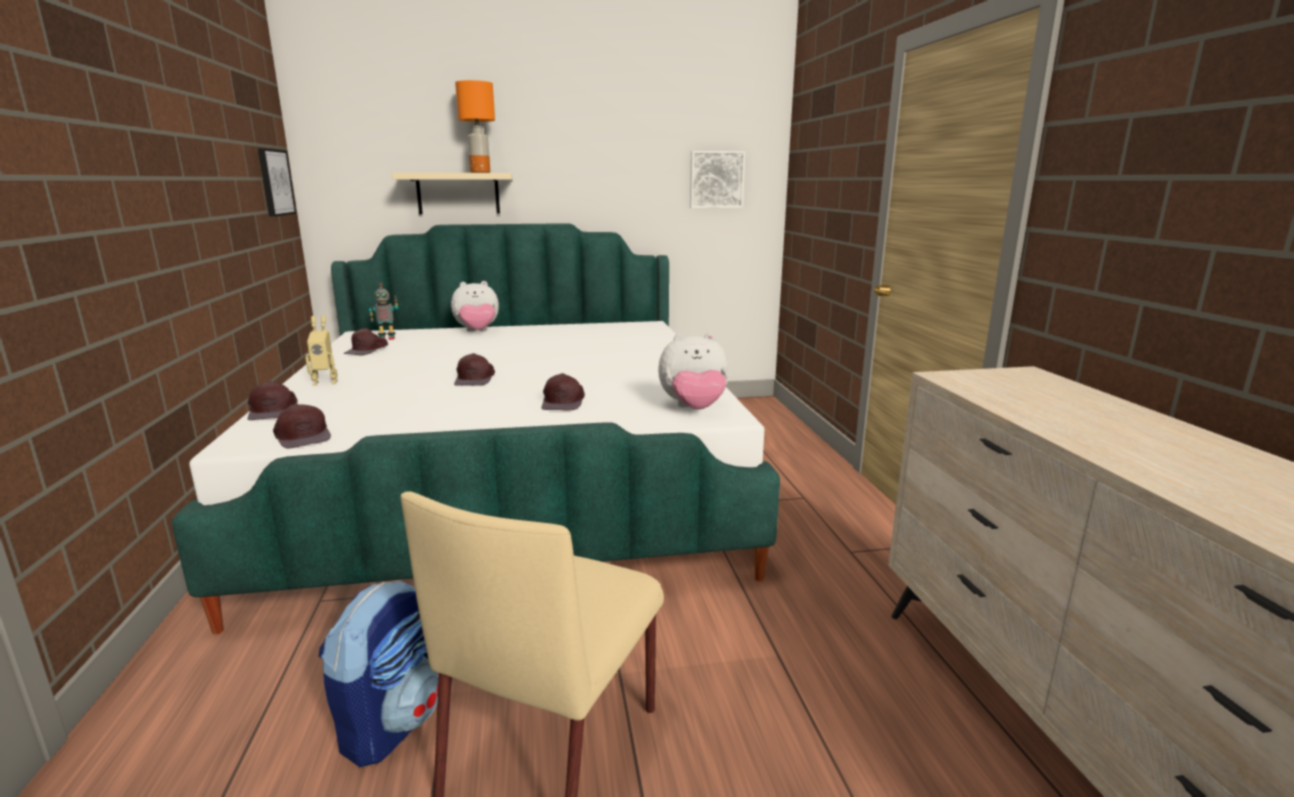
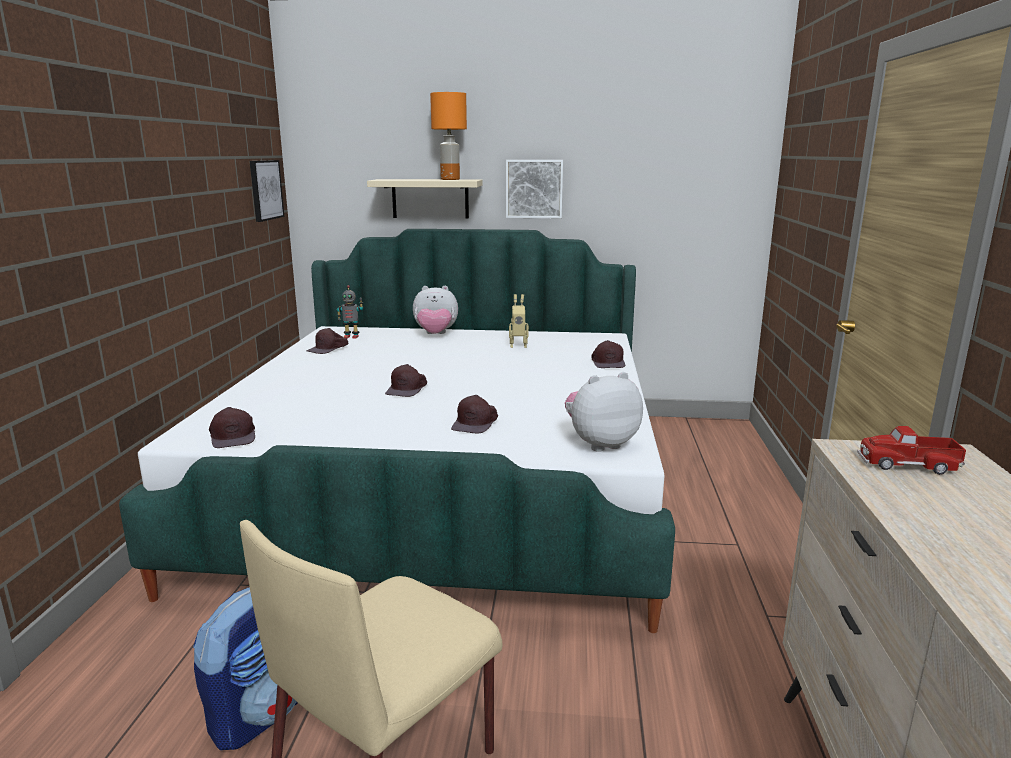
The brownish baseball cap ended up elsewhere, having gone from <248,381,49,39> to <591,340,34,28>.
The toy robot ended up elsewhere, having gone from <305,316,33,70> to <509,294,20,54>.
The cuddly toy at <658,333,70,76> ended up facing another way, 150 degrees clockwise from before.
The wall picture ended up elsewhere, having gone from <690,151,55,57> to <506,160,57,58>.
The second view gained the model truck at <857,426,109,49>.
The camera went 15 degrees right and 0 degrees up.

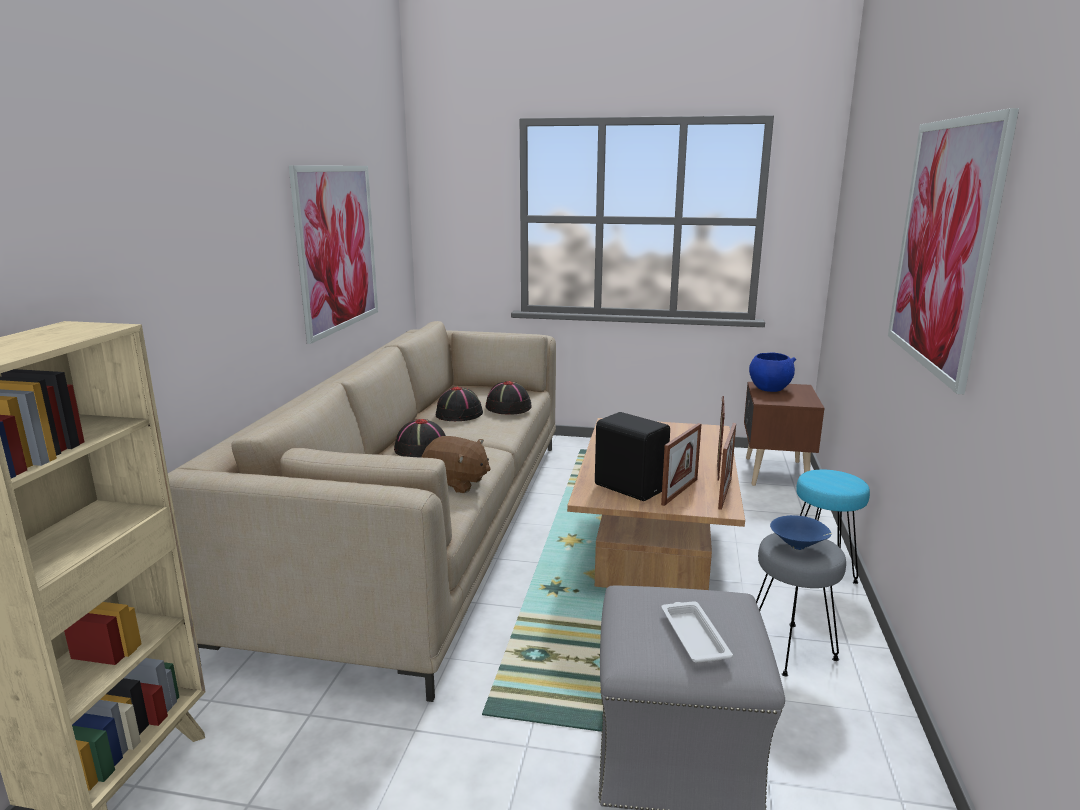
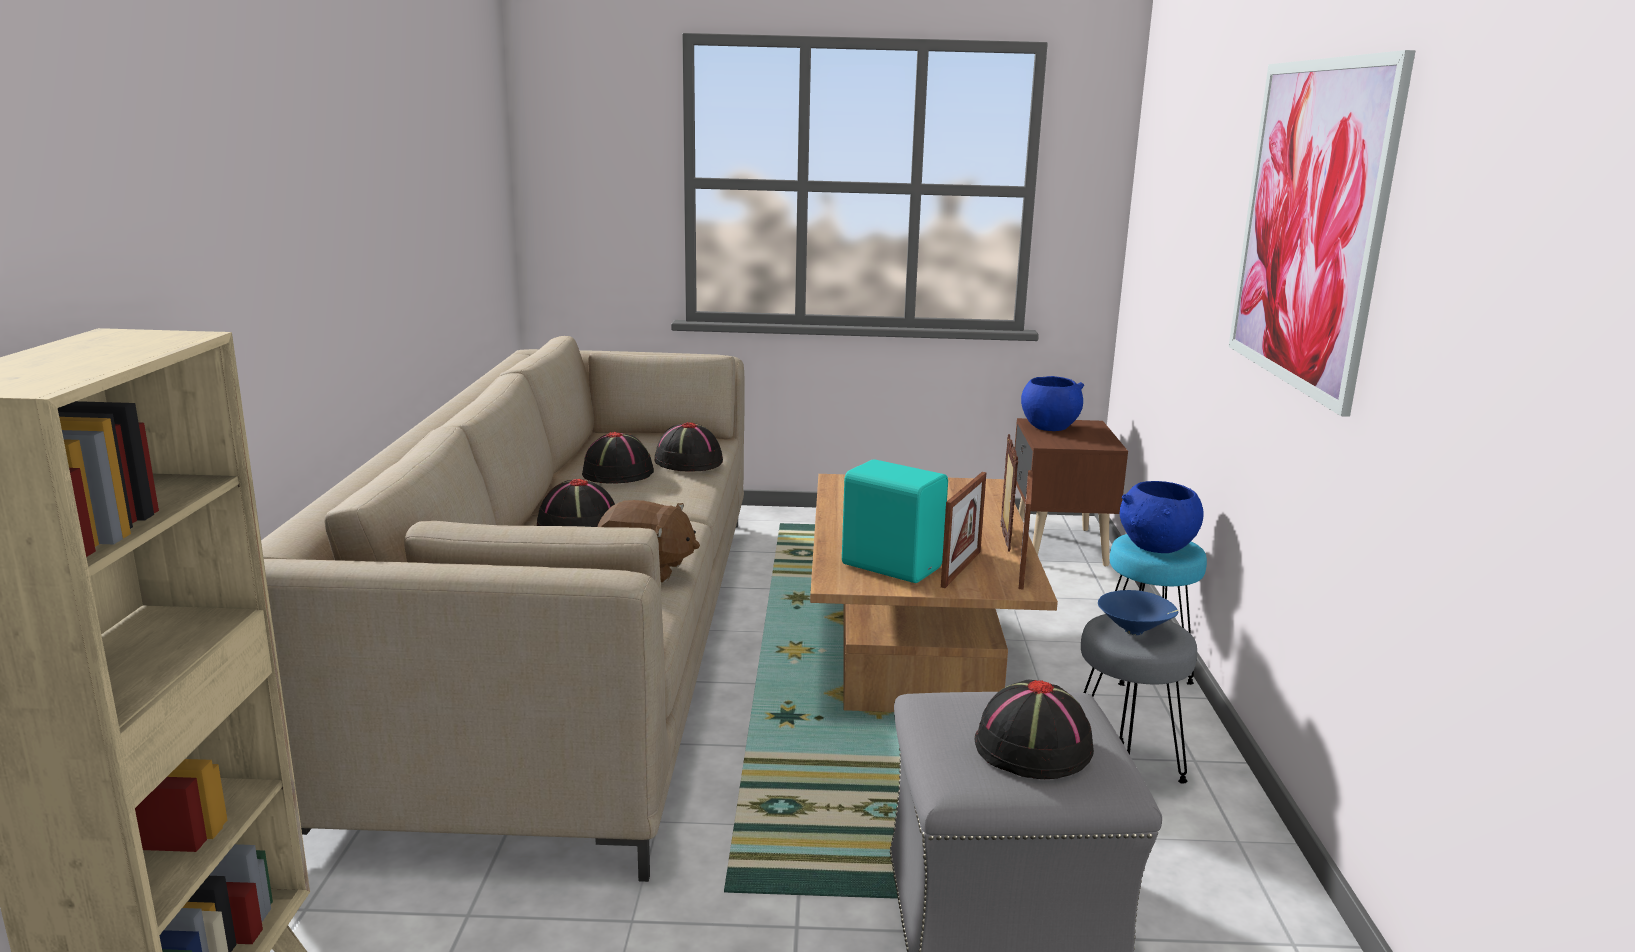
The second view lost the wall picture at <289,165,89,179>.
What was the black loudspeaker at <595,412,75,89> turned into the turquoise-coloured loudspeaker at <842,459,106,124>.
Where the white carrying tray stood at <661,601,72,62>, the black wearable hat came to stand at <975,680,119,99>.
The second view gained the bluish bowl at <1120,481,84,72>.
The camera went 10 degrees left and 0 degrees up.

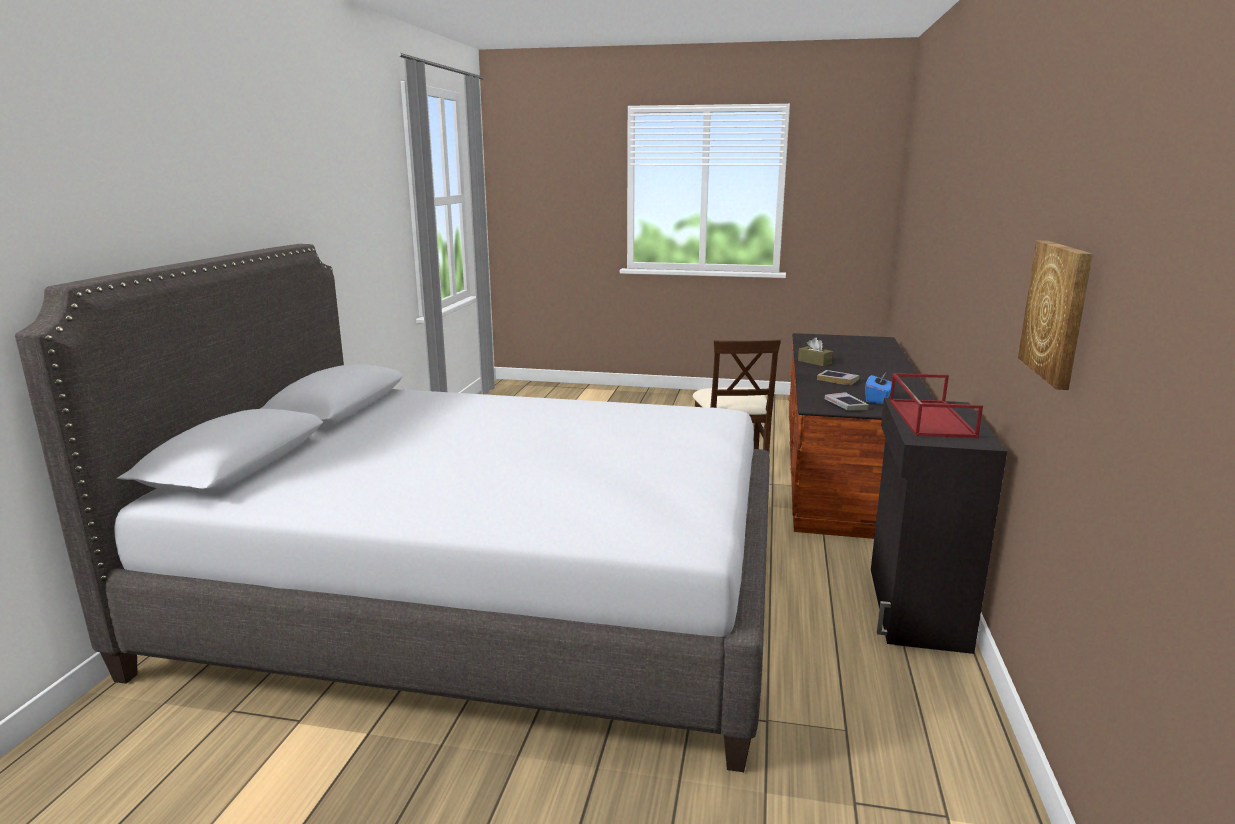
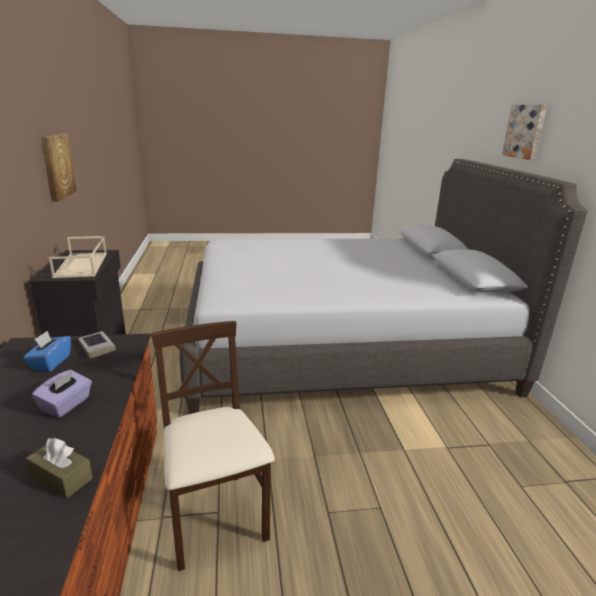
Where the book stood at <817,370,42,15>, the purple-coloured tissue box came to stand at <32,370,60,48>.
What was the reddish carrying tray at <890,373,93,65> turned into the sand-coloured carrying tray at <49,236,58,42>.
The second view gained the wall picture at <502,104,45,56>.
The camera went 160 degrees right and 5 degrees up.

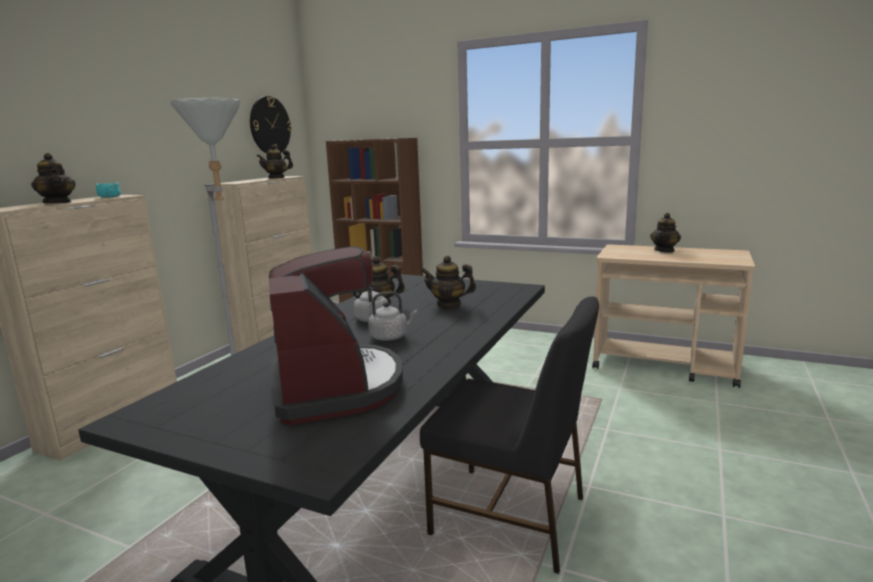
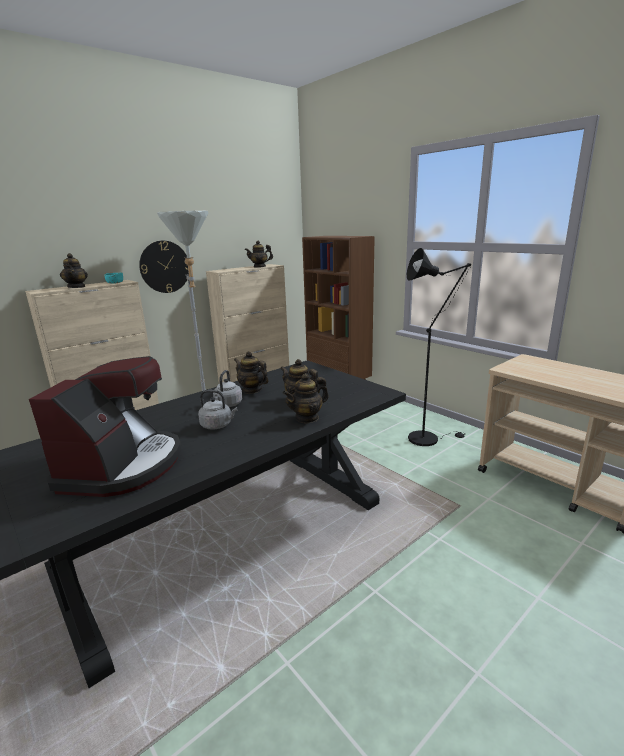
The hanging clock ended up elsewhere, having gone from <250,96,42,58> to <139,241,50,52>.
The second view lost the black plain chair at <420,296,179,278>.
The teapot ended up elsewhere, having gone from <650,213,31,40> to <283,373,46,51>.
The second view gained the black floor lamp at <406,248,65,198>.
The camera went 25 degrees right and 5 degrees up.

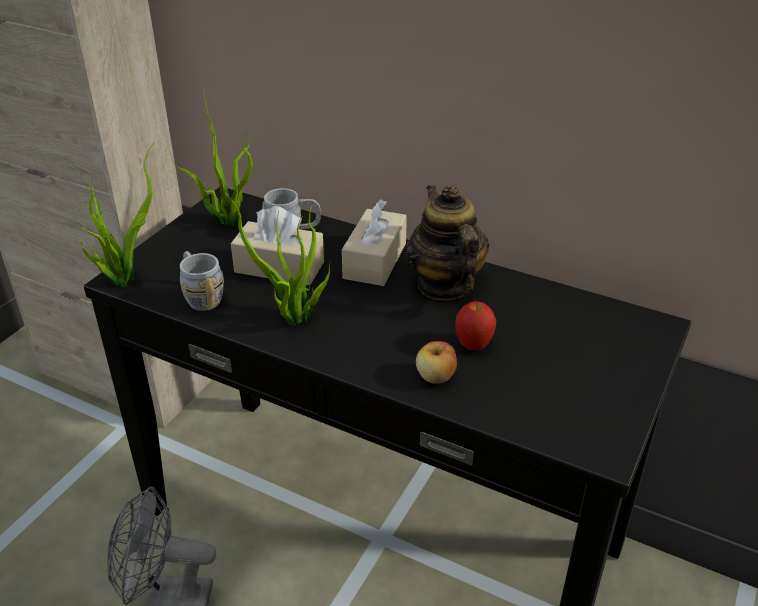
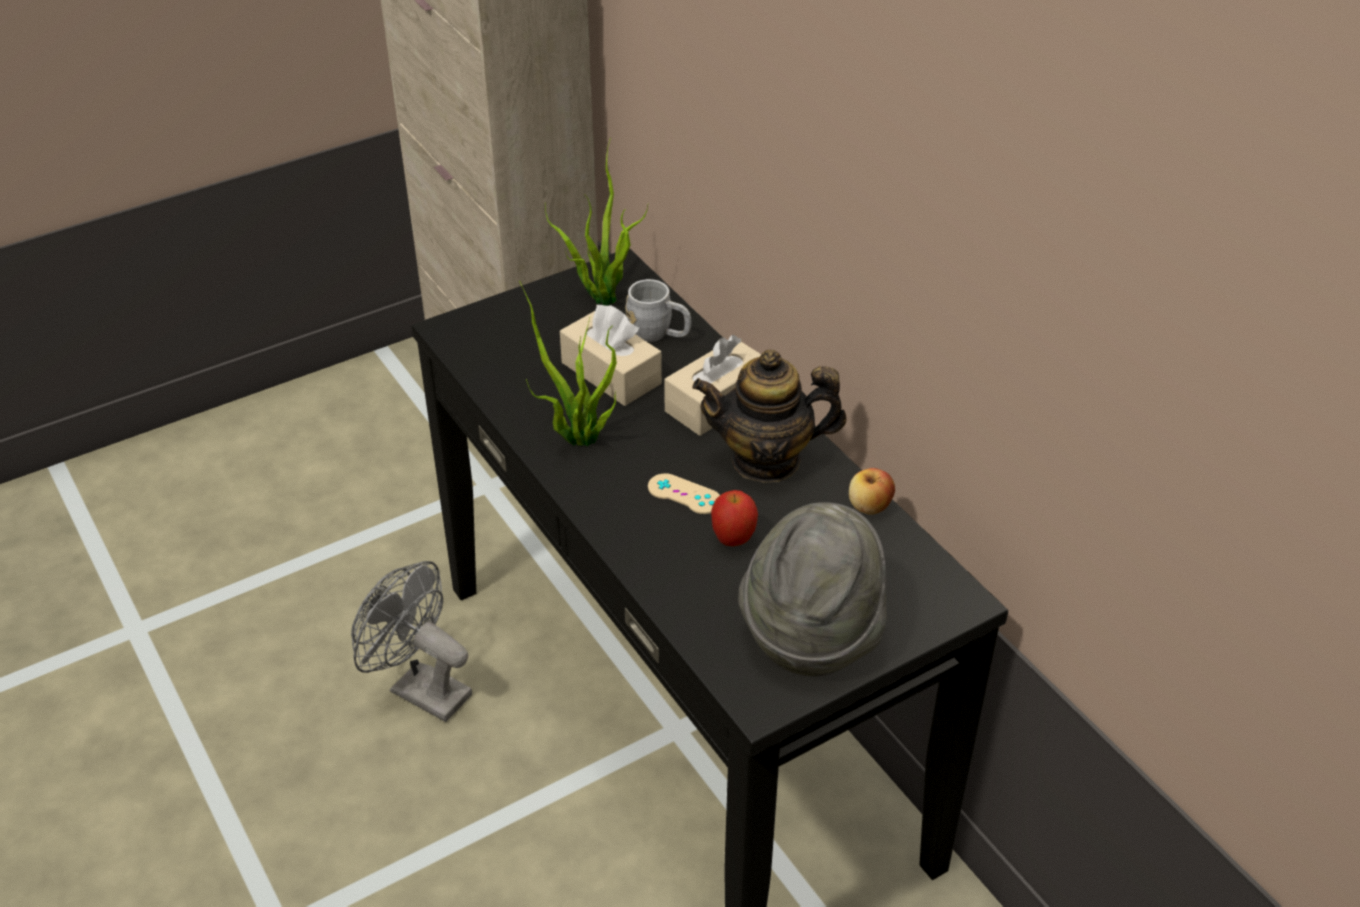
The second view lost the houseplant at <77,142,78,145>.
The second view lost the gray coffee mug at <180,251,44,60>.
The teapot at <406,184,83,117> ended up facing another way, 105 degrees counterclockwise from before.
The apple ended up elsewhere, having gone from <416,341,41,43> to <849,468,46,47>.
The second view gained the sand-coloured gamepad at <648,473,72,41>.
The second view gained the gray wearable hat at <738,502,149,174>.
The camera went 30 degrees right and 5 degrees up.

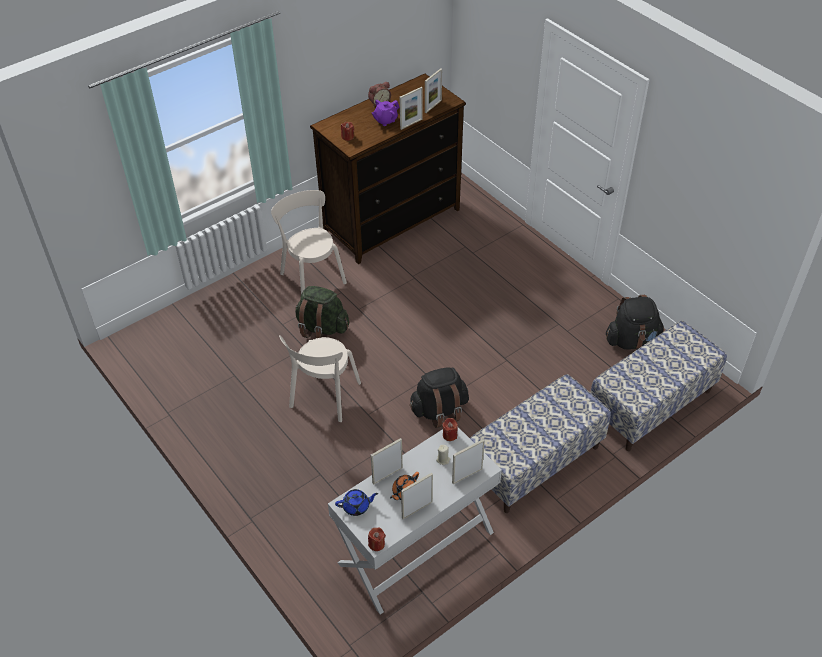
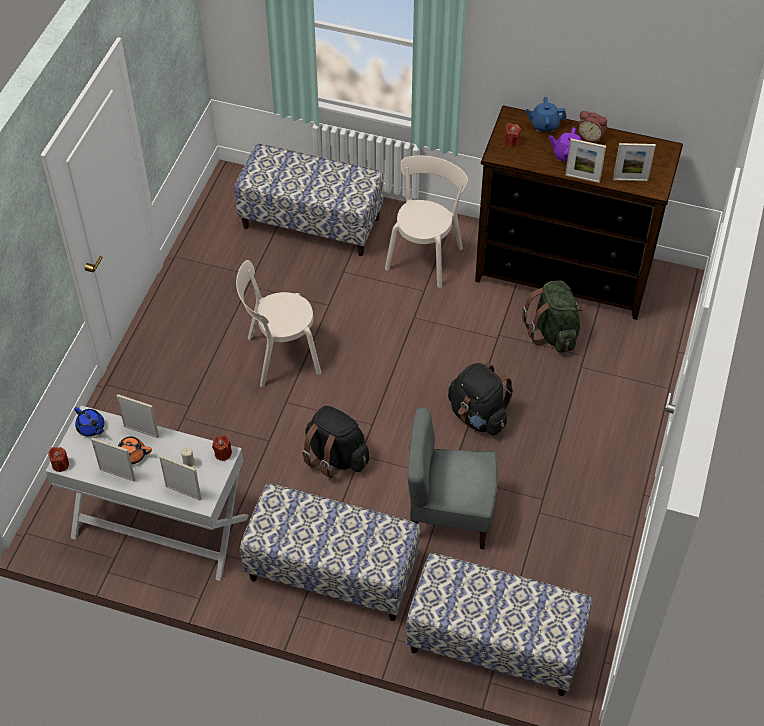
The green rucksack ended up elsewhere, having gone from <295,286,54,52> to <522,280,61,73>.
The black rucksack ended up elsewhere, having gone from <606,295,58,55> to <448,363,66,73>.
The second view gained the indoor bench at <234,144,150,112>.
The second view gained the gray plain chair at <408,407,90,142>.
The second view gained the bluish teapot at <525,97,41,35>.
The camera went 55 degrees right and 5 degrees up.

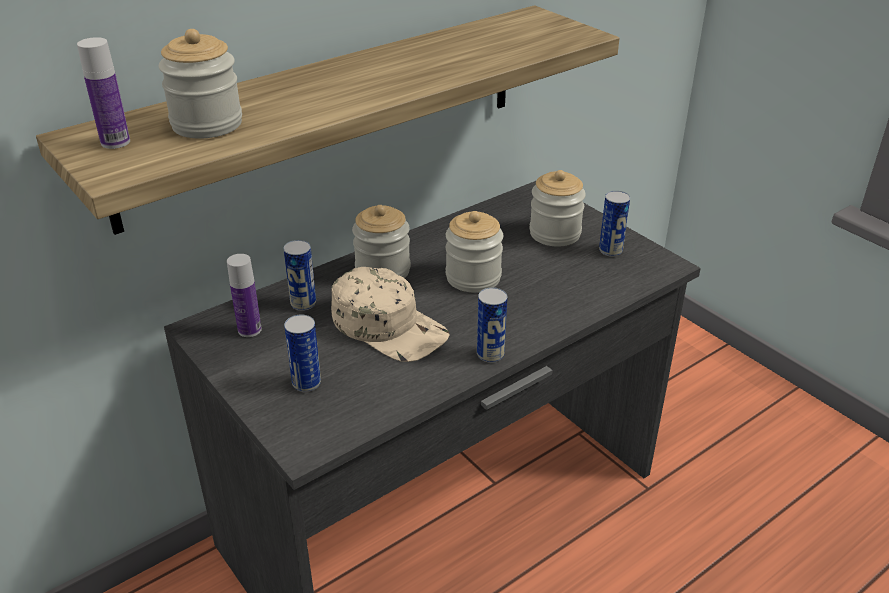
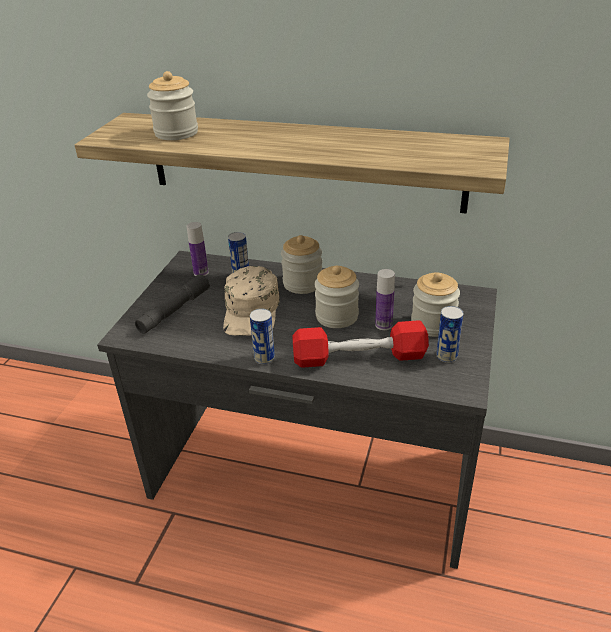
The beverage bottle ended up elsewhere, having gone from <77,37,53,112> to <375,269,20,61>.
Where the metal can stood at <284,315,37,77>, the gray hand torch came to stand at <135,274,75,60>.
The second view gained the reddish free weight at <292,320,137,48>.
The camera went 55 degrees right and 0 degrees up.

